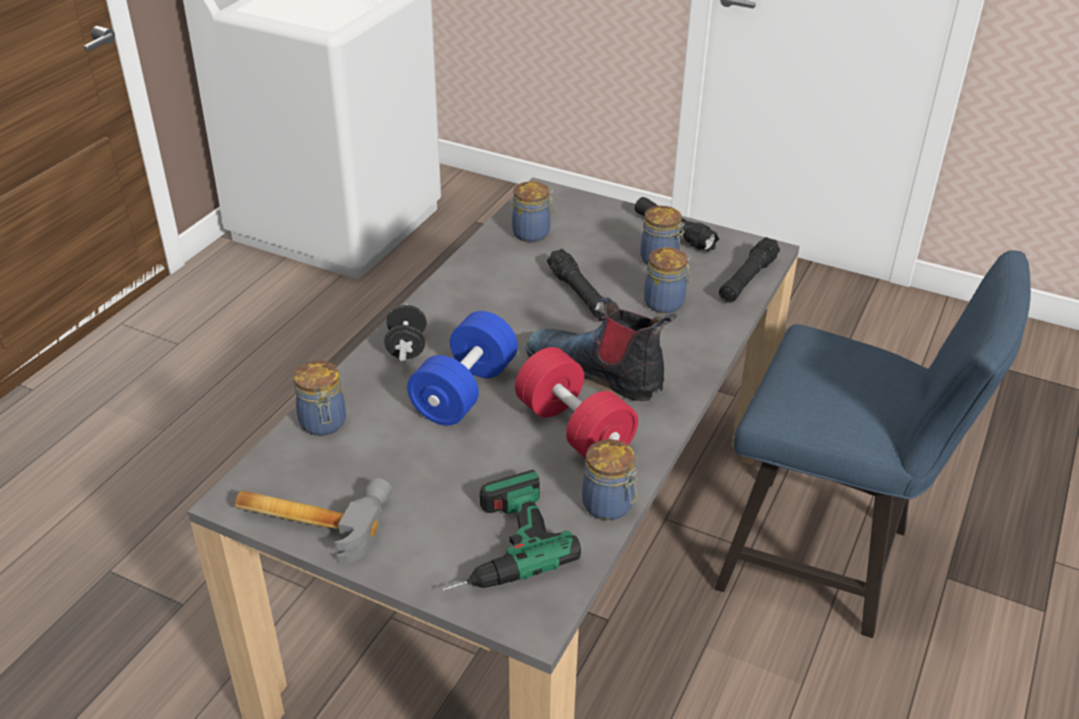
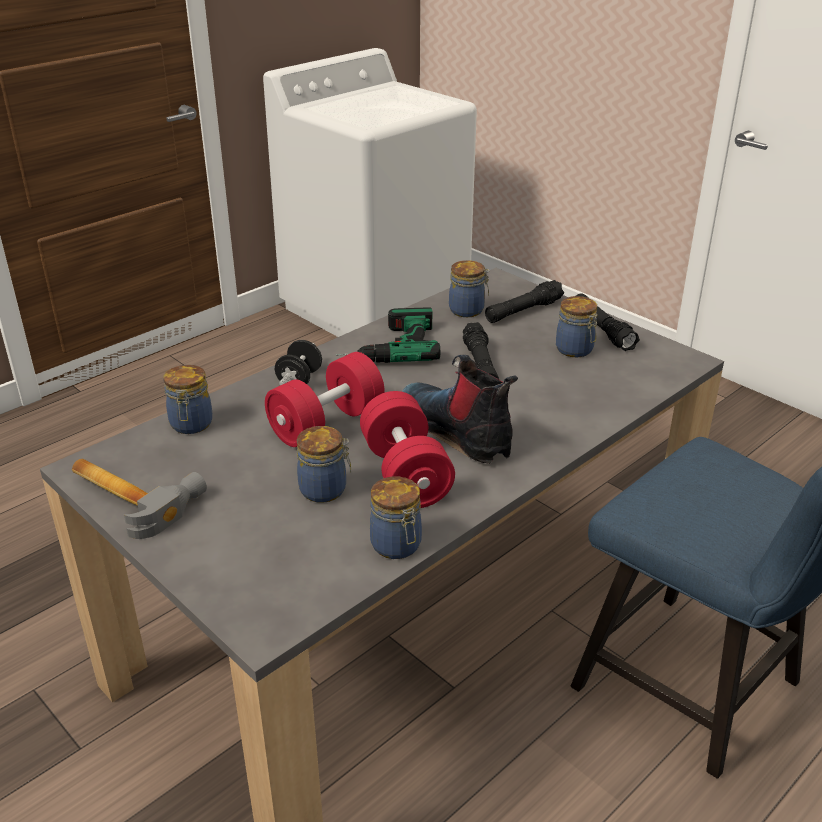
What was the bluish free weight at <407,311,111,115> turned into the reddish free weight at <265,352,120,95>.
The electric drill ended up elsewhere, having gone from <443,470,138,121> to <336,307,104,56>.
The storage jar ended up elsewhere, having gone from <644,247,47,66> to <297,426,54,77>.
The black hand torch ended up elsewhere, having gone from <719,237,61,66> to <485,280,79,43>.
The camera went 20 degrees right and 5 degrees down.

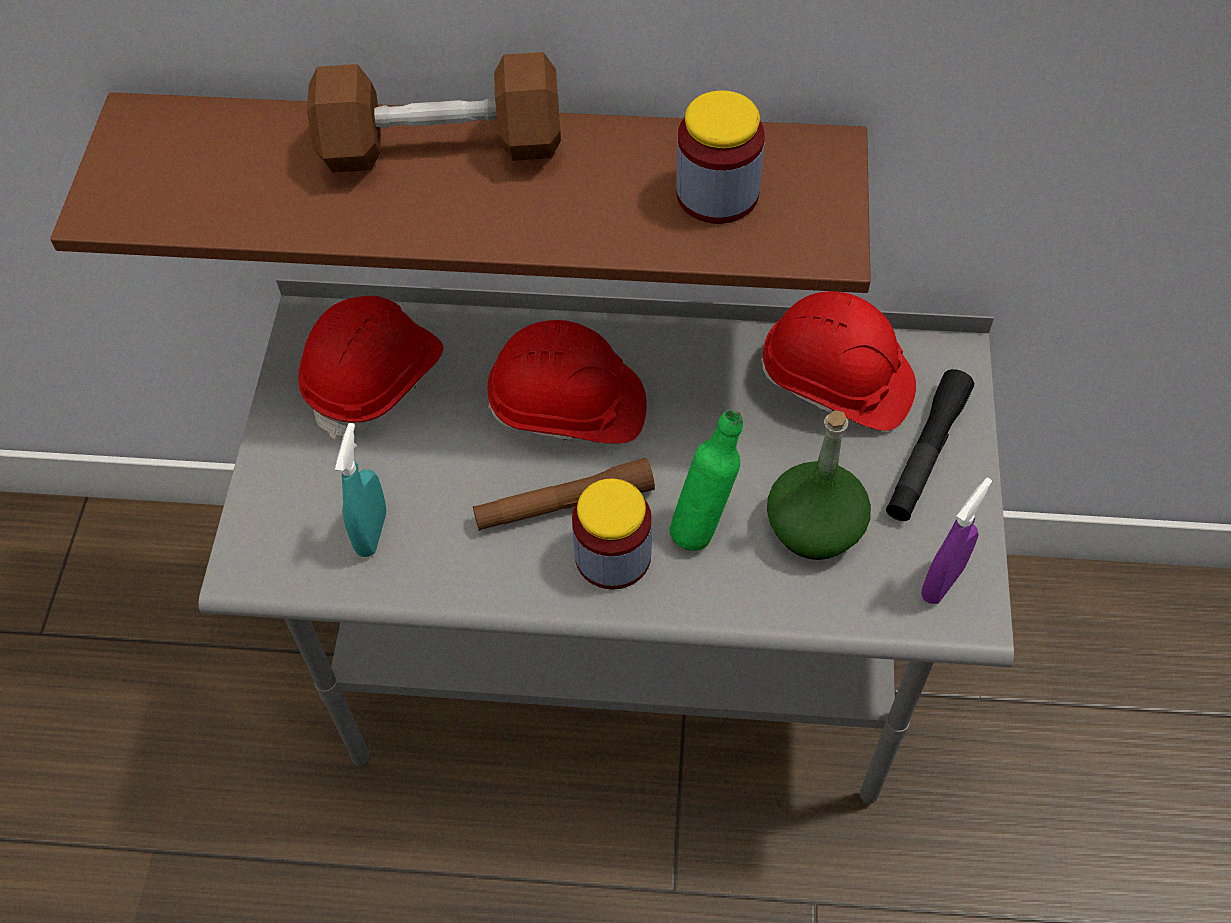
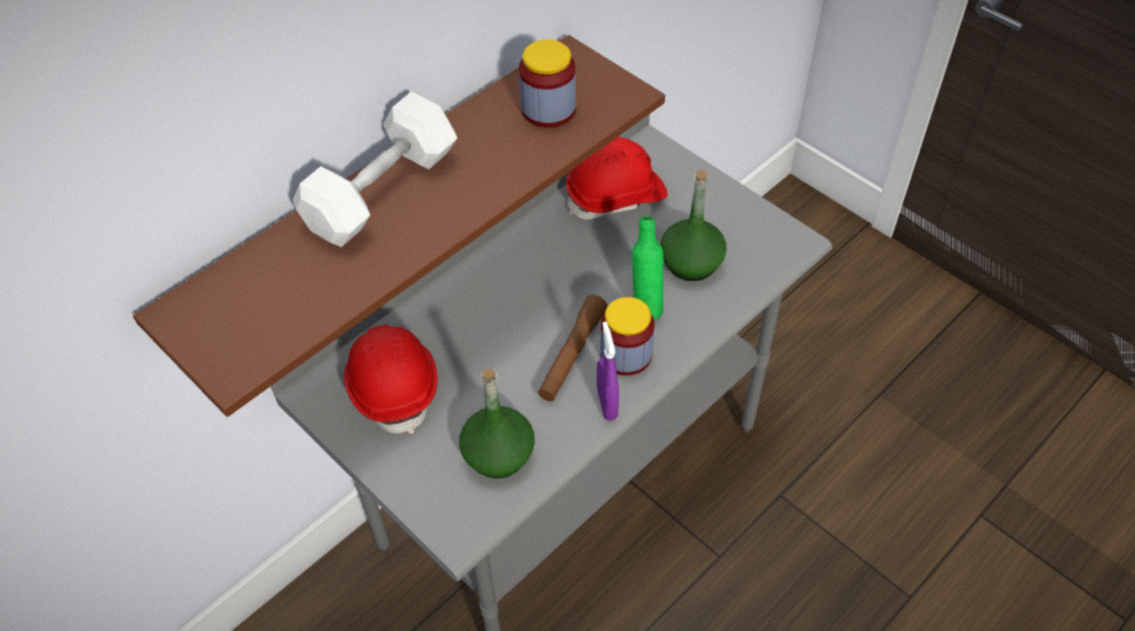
What was the brownish free weight at <307,52,254,121> turned into the white free weight at <293,92,164,155>.
Where the turquoise-coloured sprayer stood at <335,423,51,134>, the green beverage bottle came to stand at <459,369,76,109>.
The second view lost the reddish hard hat at <487,320,160,123>.
The second view lost the black hand torch at <886,369,88,152>.
The purple-coloured sprayer ended up elsewhere, having gone from <921,478,71,126> to <597,322,22,99>.
The camera went 50 degrees left and 5 degrees down.

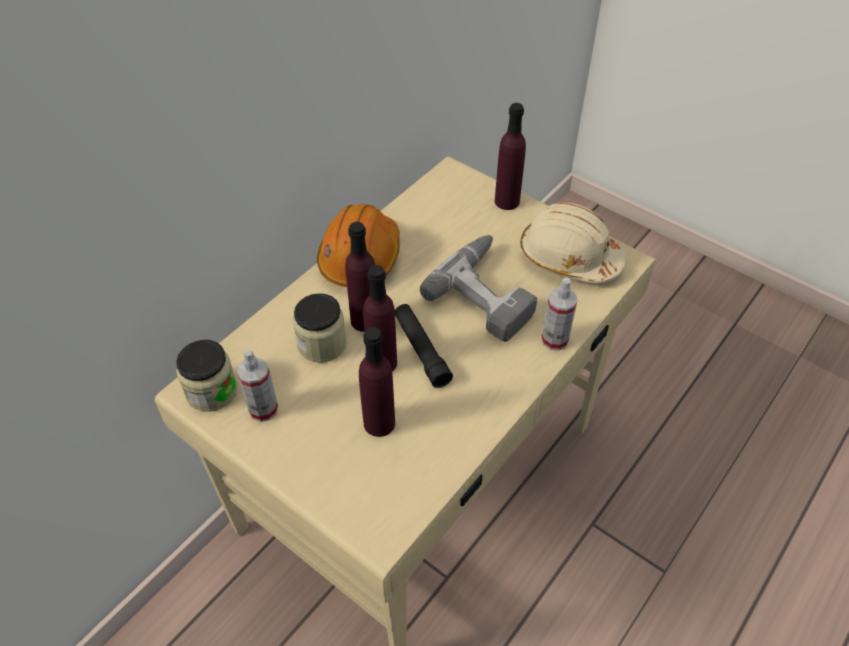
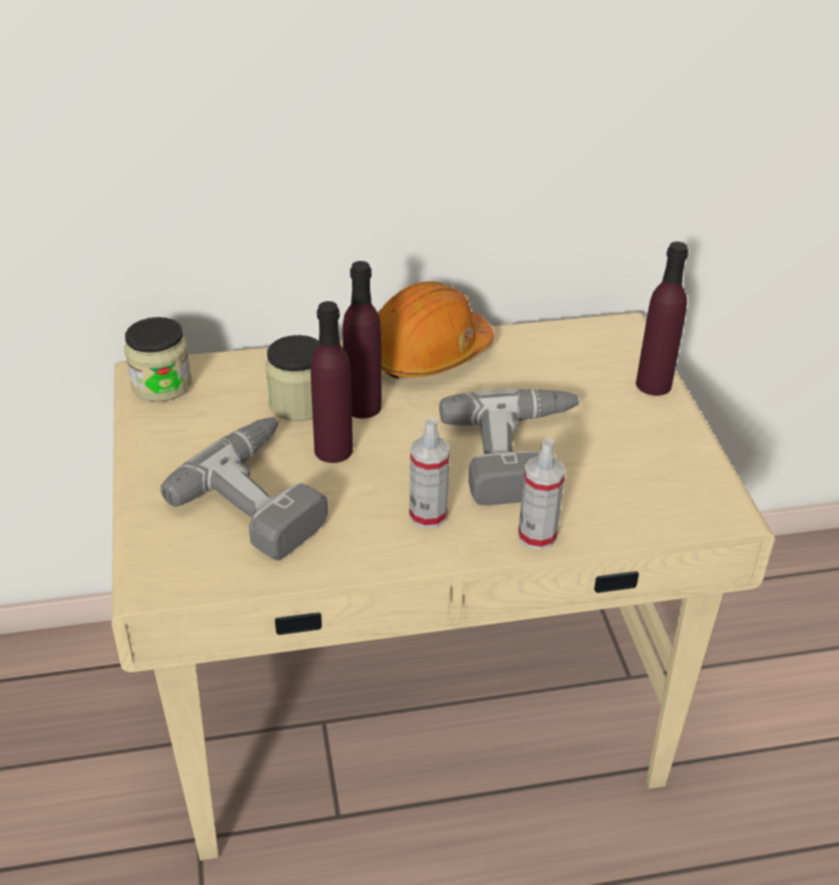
The sprayer ended up elsewhere, having gone from <237,349,41,73> to <409,418,41,111>.
Where the purple-coloured beverage bottle stood at <359,327,36,110>, the electric drill came to stand at <161,417,167,144>.
The second view lost the black hand torch at <395,304,58,84>.
The second view lost the sand-coloured hard hat at <520,203,106,80>.
The camera went 40 degrees right and 10 degrees down.

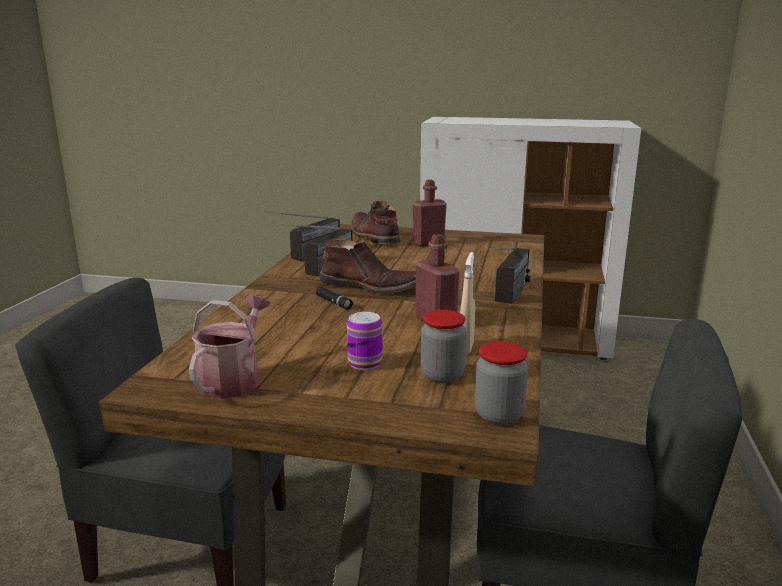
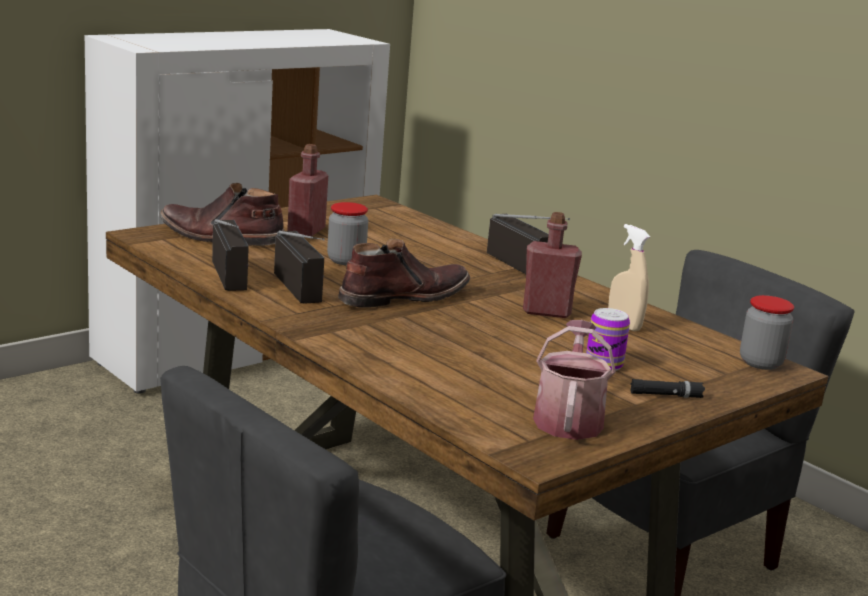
The sprinkling can at <189,295,81,104> ended up facing another way, 45 degrees clockwise from before.
The black hand torch ended up elsewhere, having gone from <316,287,37,23> to <631,379,74,19>.
The storage jar ended up elsewhere, having gone from <421,310,46,73> to <327,202,41,63>.
The camera went 55 degrees left and 0 degrees up.

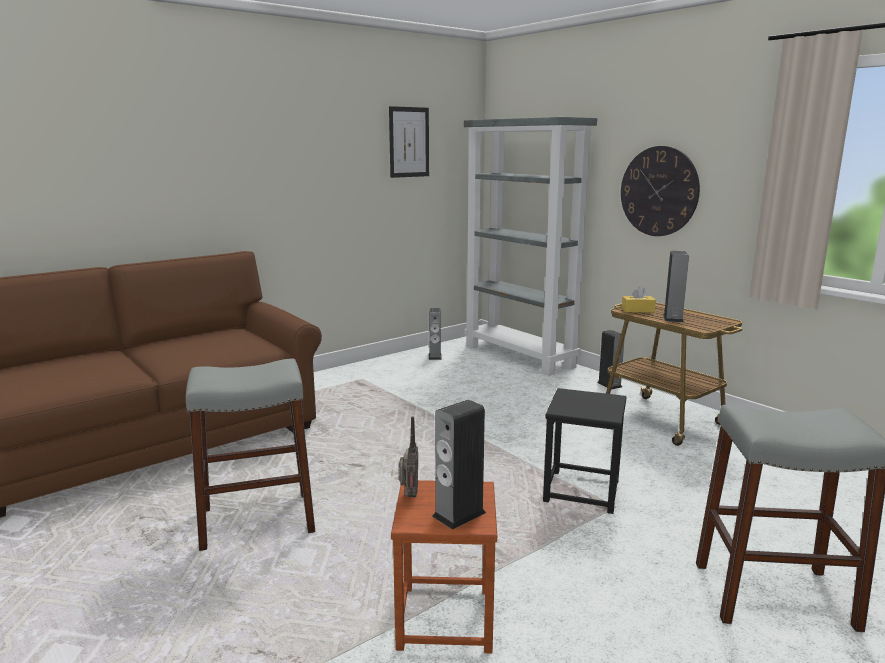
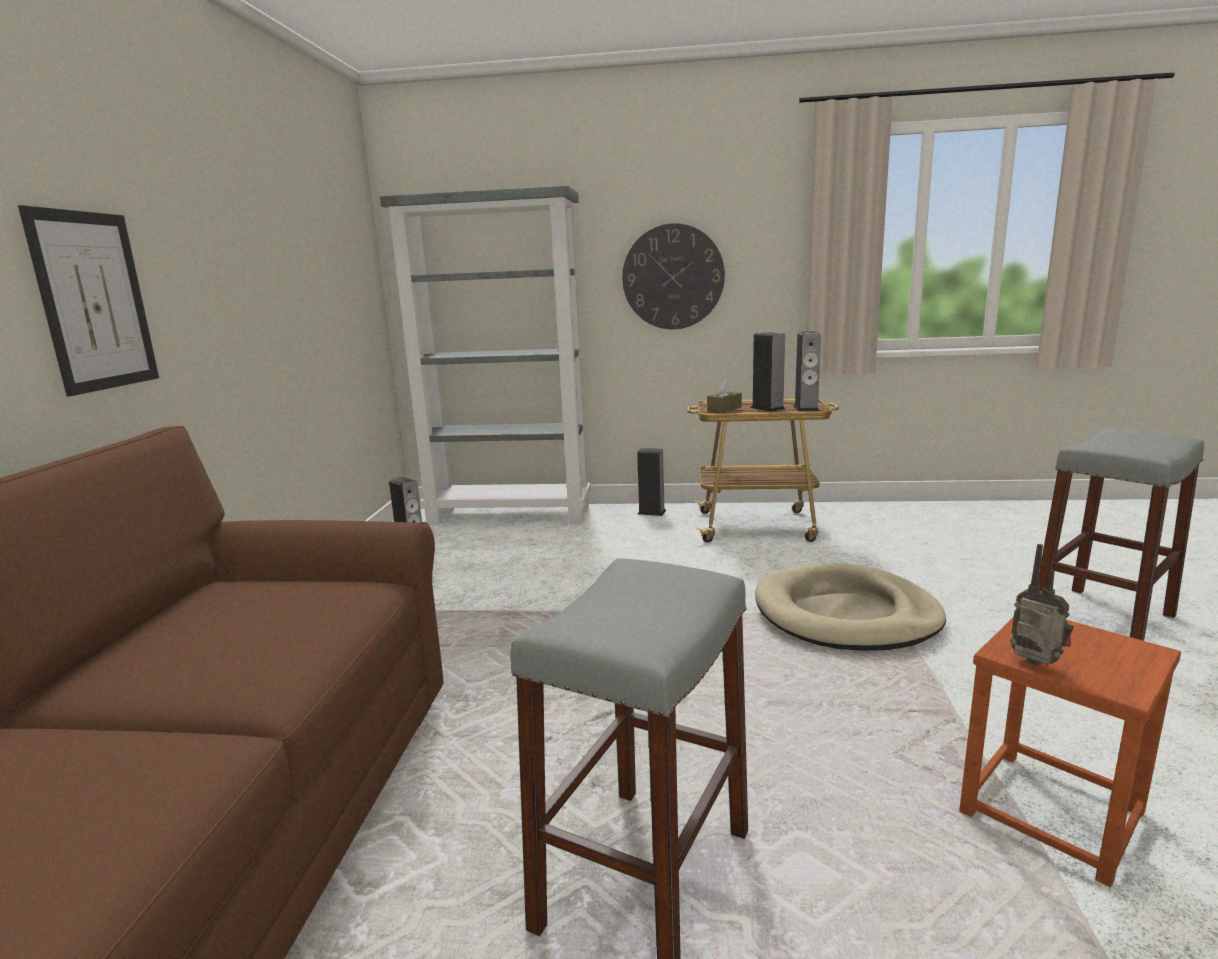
The wall picture ended up elsewhere, having gone from <389,106,40,72> to <18,205,141,192>.
The loudspeaker ended up elsewhere, having gone from <432,400,54,130> to <794,331,27,81>.
Where the black sitting stool stood at <543,388,84,126>, the sand-coloured pet bed came to stand at <755,564,191,87>.
What was the yellow-coloured tissue box at <622,286,34,26> turned into the brownish tissue box at <707,380,35,33>.
The camera went 45 degrees left and 0 degrees up.

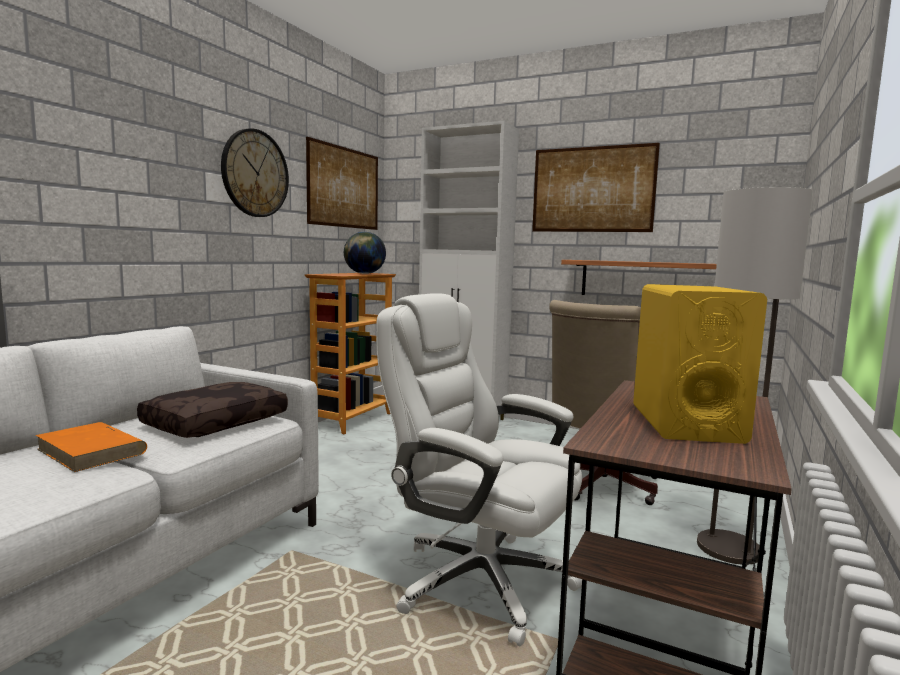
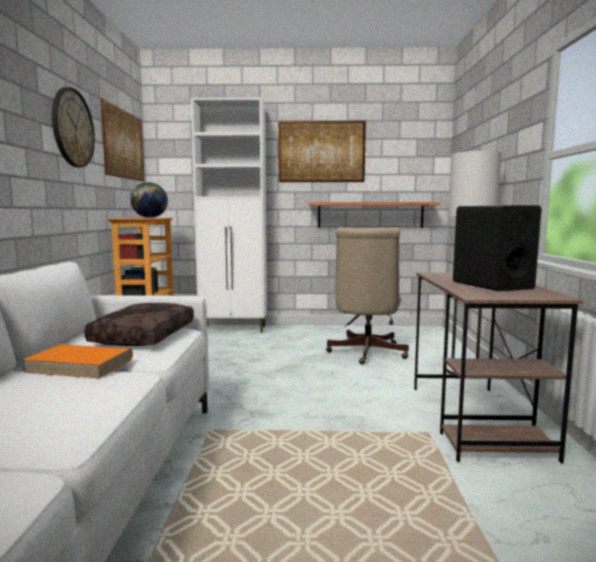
The second view lost the white office chair at <376,293,206,354>.
What was the yellow-coloured loudspeaker at <633,284,134,160> turned into the black loudspeaker at <453,206,88,85>.
The camera went 25 degrees left and 0 degrees up.

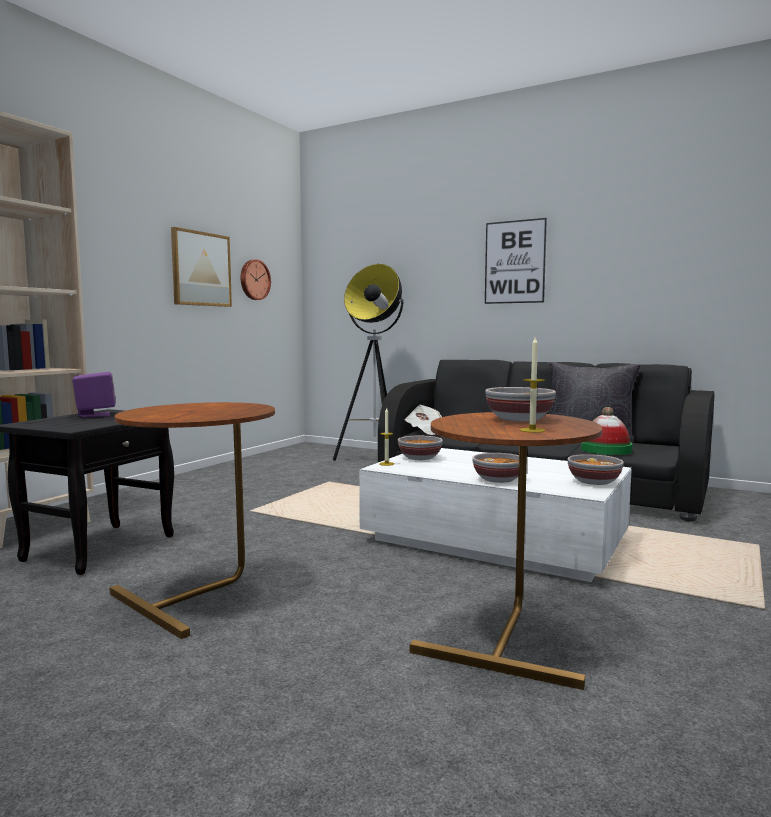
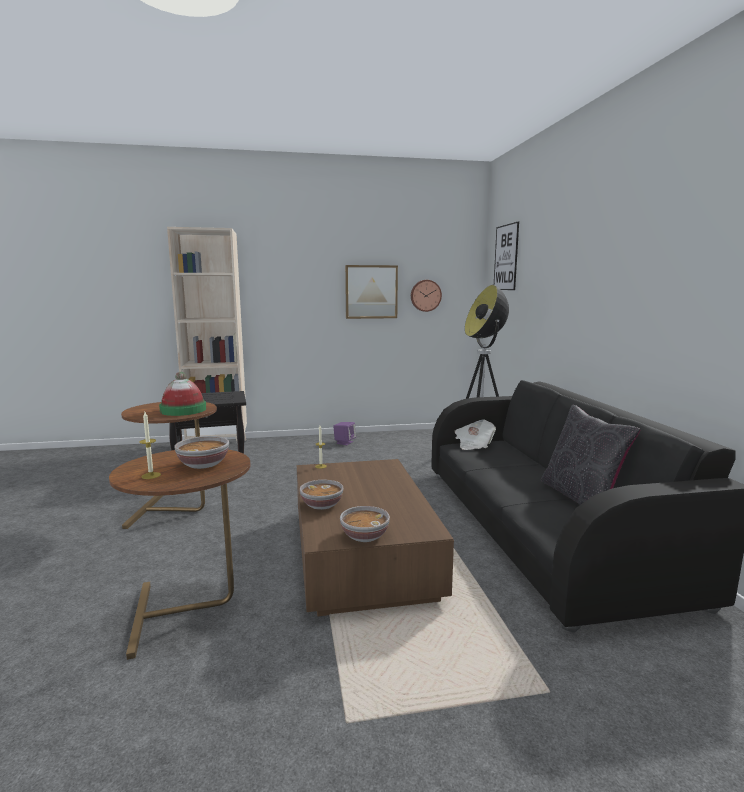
The purple-coloured loudspeaker ended up elsewhere, having gone from <72,372,44,46> to <333,422,23,23>.
What was the white coffee table at <359,448,273,134> turned into the brownish coffee table at <296,459,158,157>.
The second view lost the bowl at <398,436,45,24>.
The wall picture ended up elsewhere, having gone from <485,218,62,86> to <494,221,25,69>.
The wearable hat ended up elsewhere, having gone from <581,407,52,48> to <159,372,47,44>.
The camera went 50 degrees right and 5 degrees up.

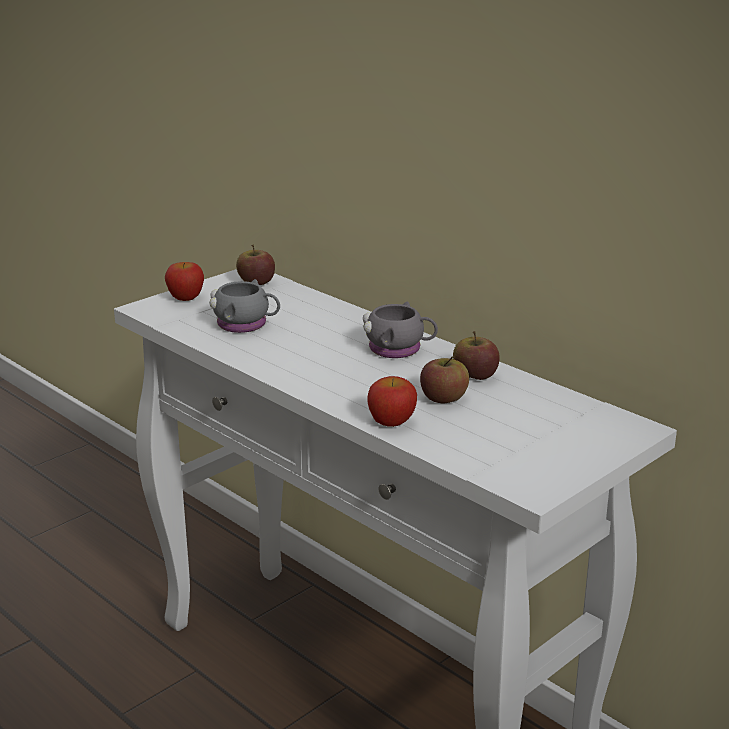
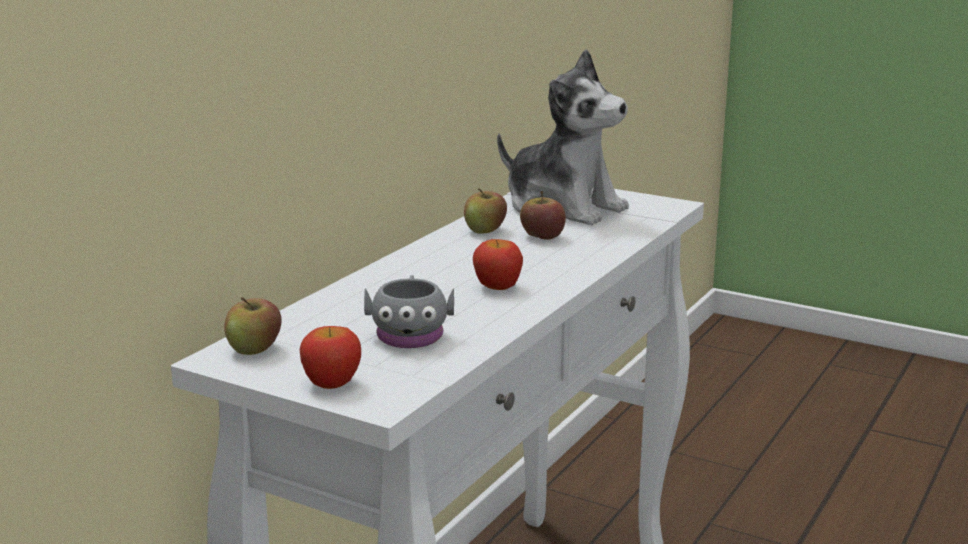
The second view lost the gray coffee mug at <363,302,75,56>.
The apple ended up elsewhere, having gone from <367,376,50,51> to <473,239,50,51>.
The second view gained the cuddly toy at <497,49,132,176>.
The camera went 105 degrees left and 5 degrees down.

